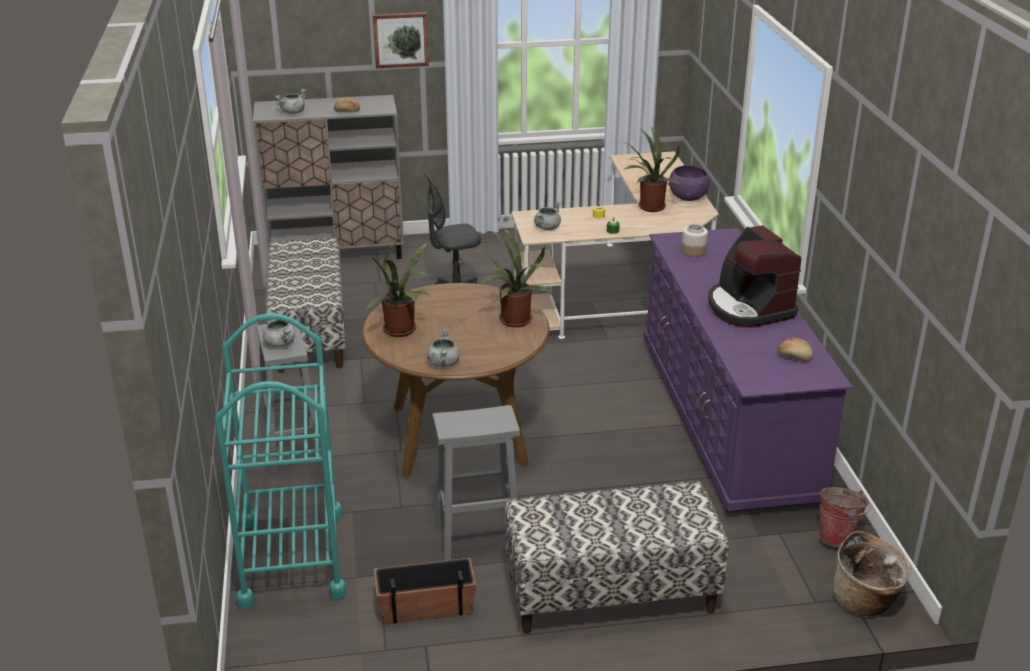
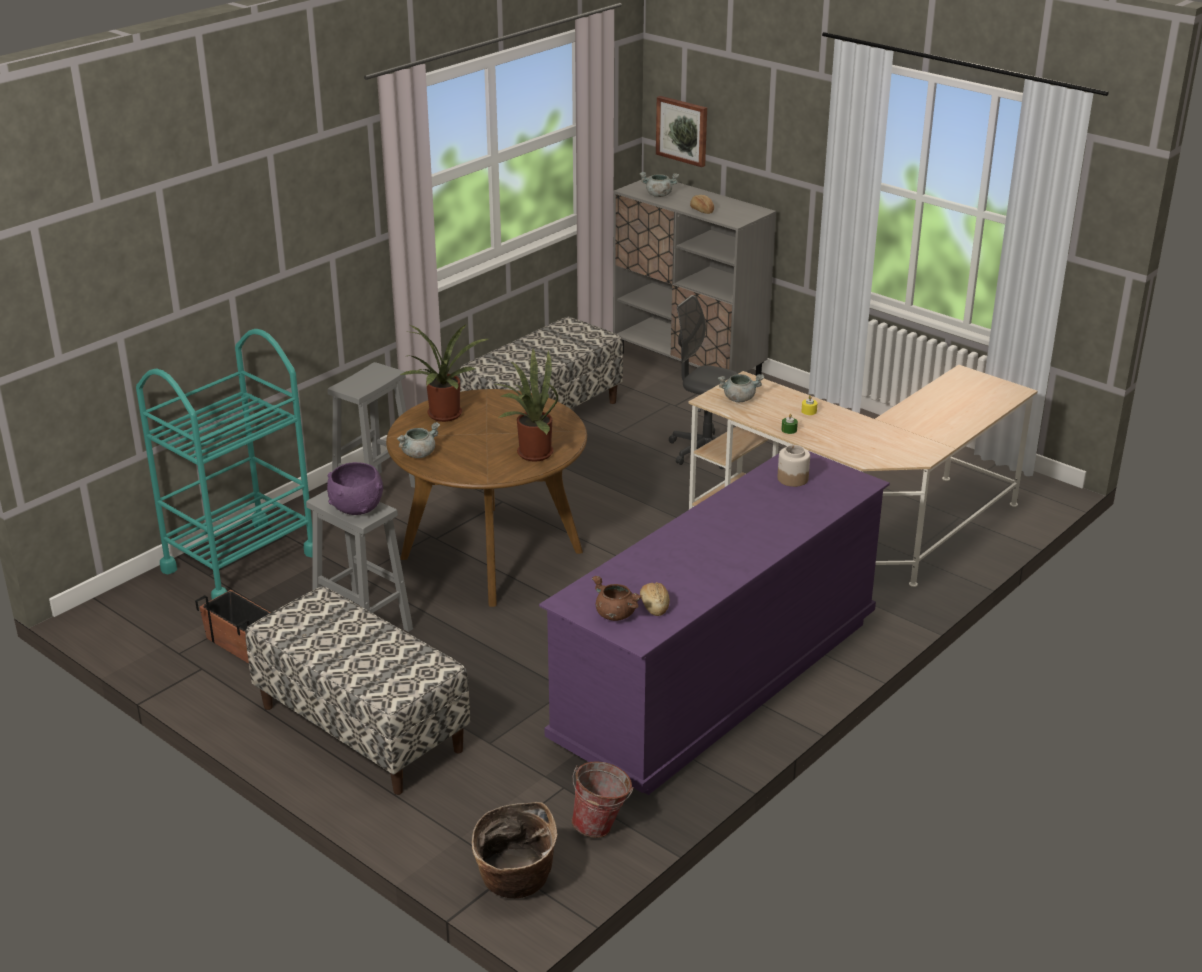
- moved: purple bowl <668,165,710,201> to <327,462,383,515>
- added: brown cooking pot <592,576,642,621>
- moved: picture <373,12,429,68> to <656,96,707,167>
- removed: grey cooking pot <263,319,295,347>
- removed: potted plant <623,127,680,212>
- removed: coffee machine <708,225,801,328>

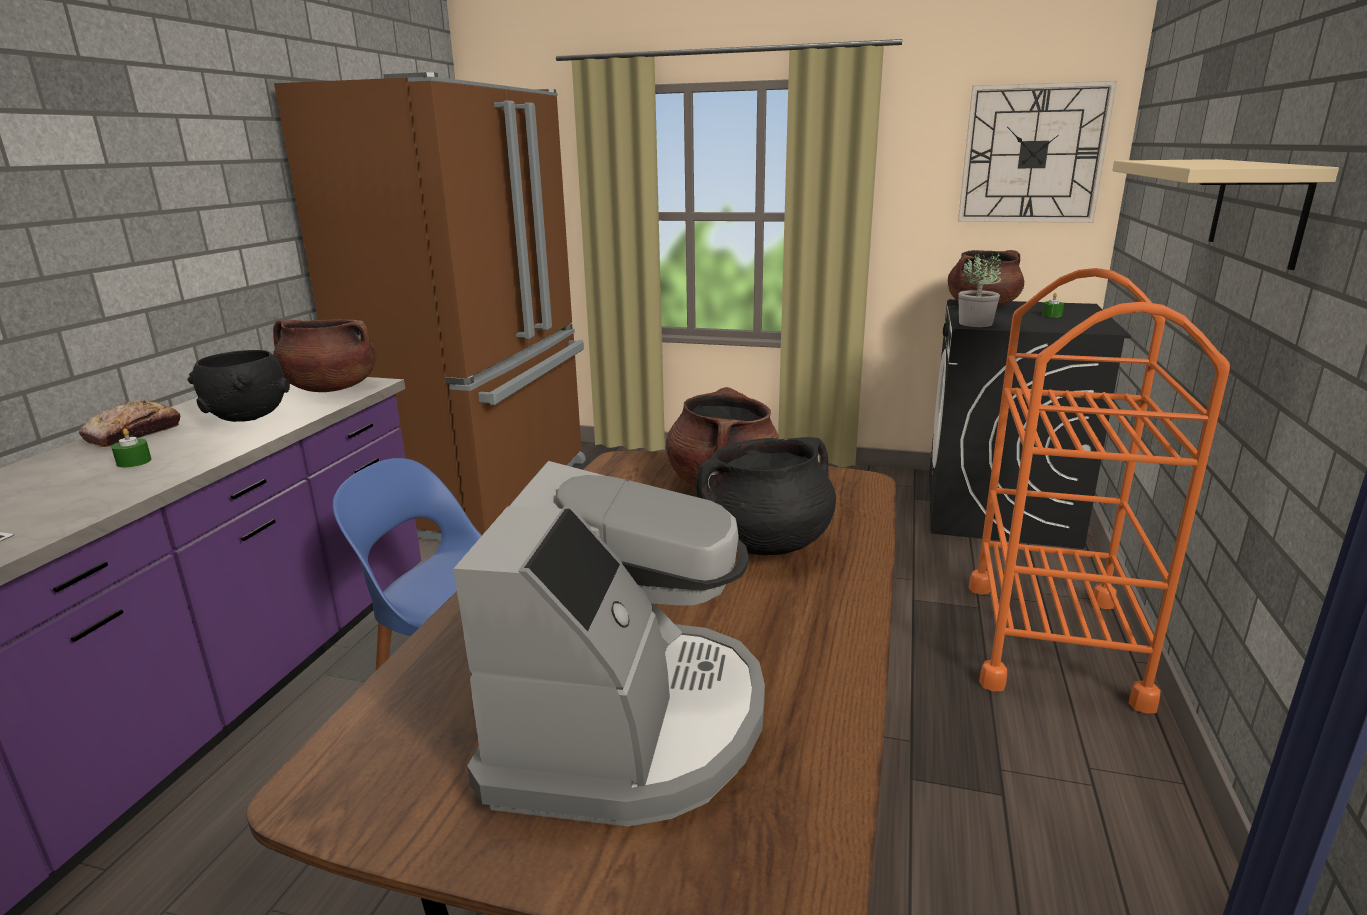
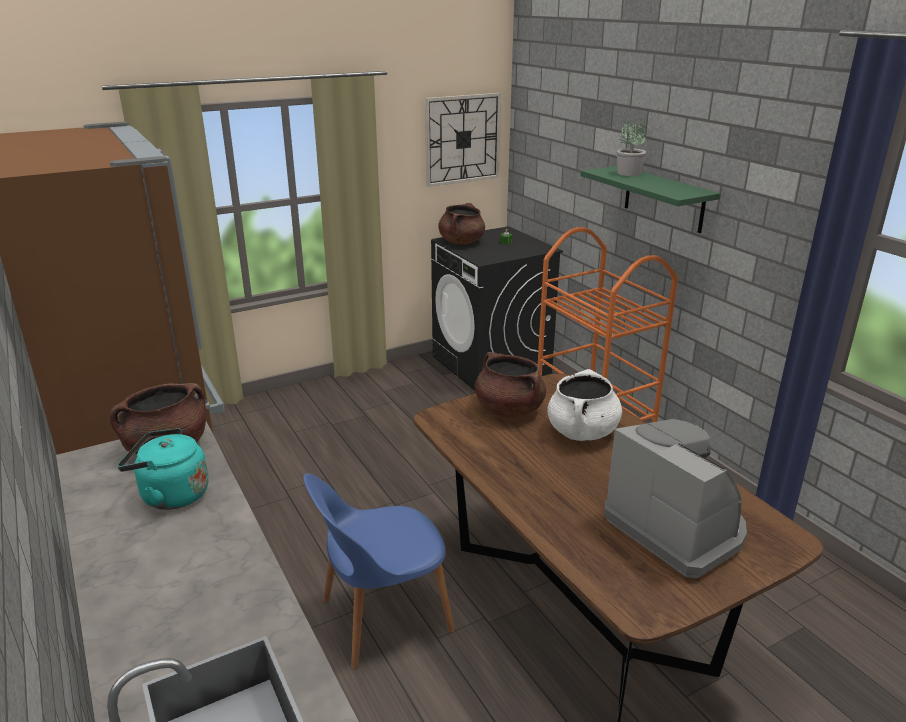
- replaced: black bowl <188,350,290,422> to turquoise kettle <118,428,209,510>
- recoloured: black cooking pot <696,437,836,555> to white cooking pot <547,369,622,441>
- recoloured: beige shelf <1112,159,1339,270> to green shelf <581,166,721,233>
- moved: potted plant <958,253,1001,327> to <617,120,646,176>
- removed: bread <79,400,180,447>
- removed: green candle <111,428,151,468>

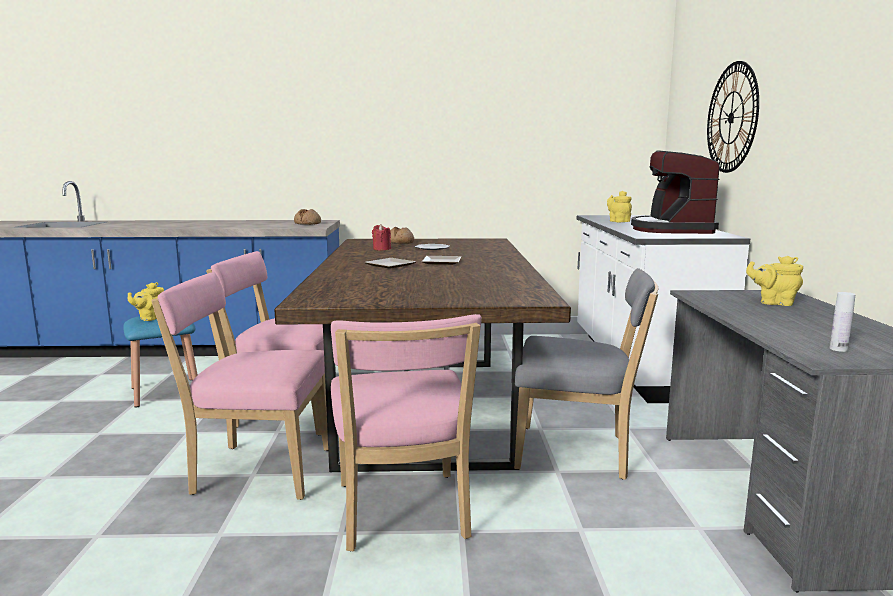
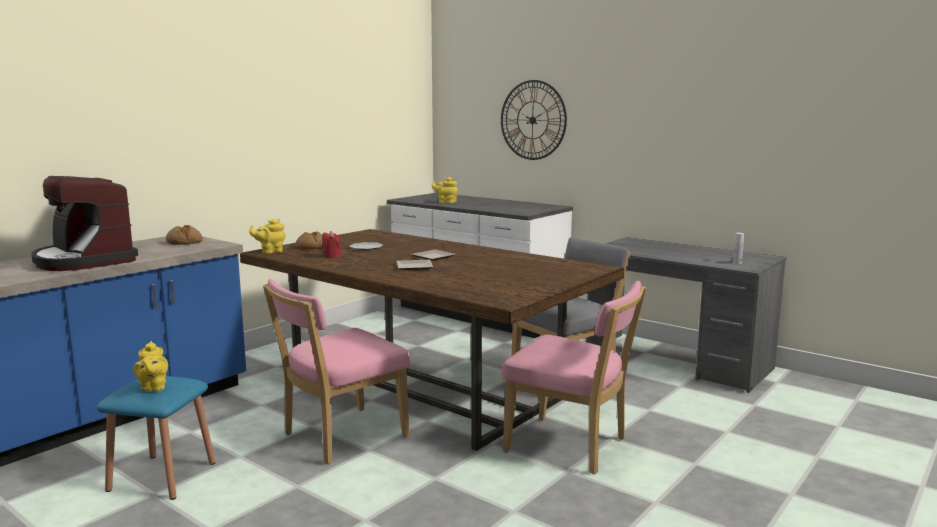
- moved: coffee machine <631,151,720,234> to <31,176,138,271>
- moved: yellow teapot <746,256,803,306> to <249,219,286,254>
- removed: pink chair <151,272,328,500>

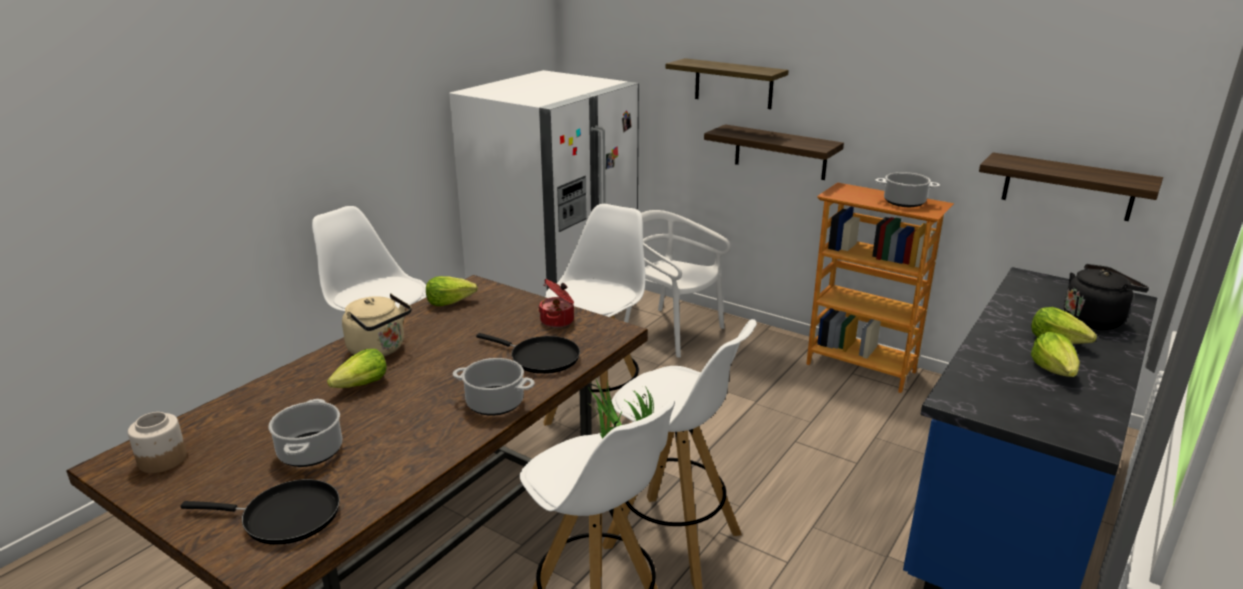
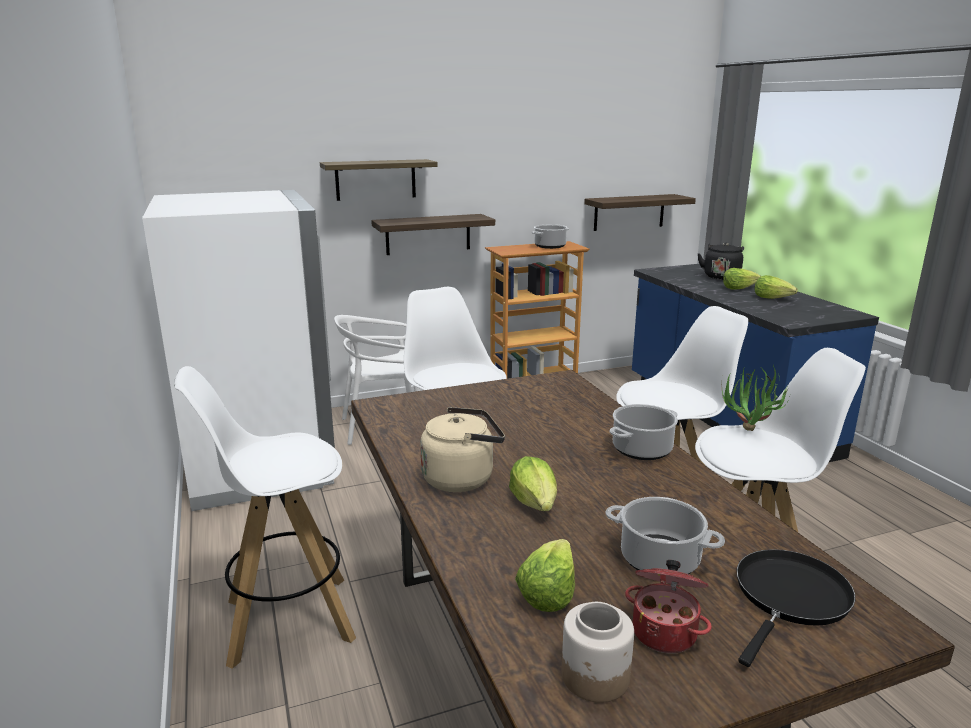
- moved: lettuce <426,276,478,306> to <515,539,575,612>
- moved: cooking pot <538,279,574,328> to <625,560,712,654>
- removed: black frying pan <476,333,580,374>

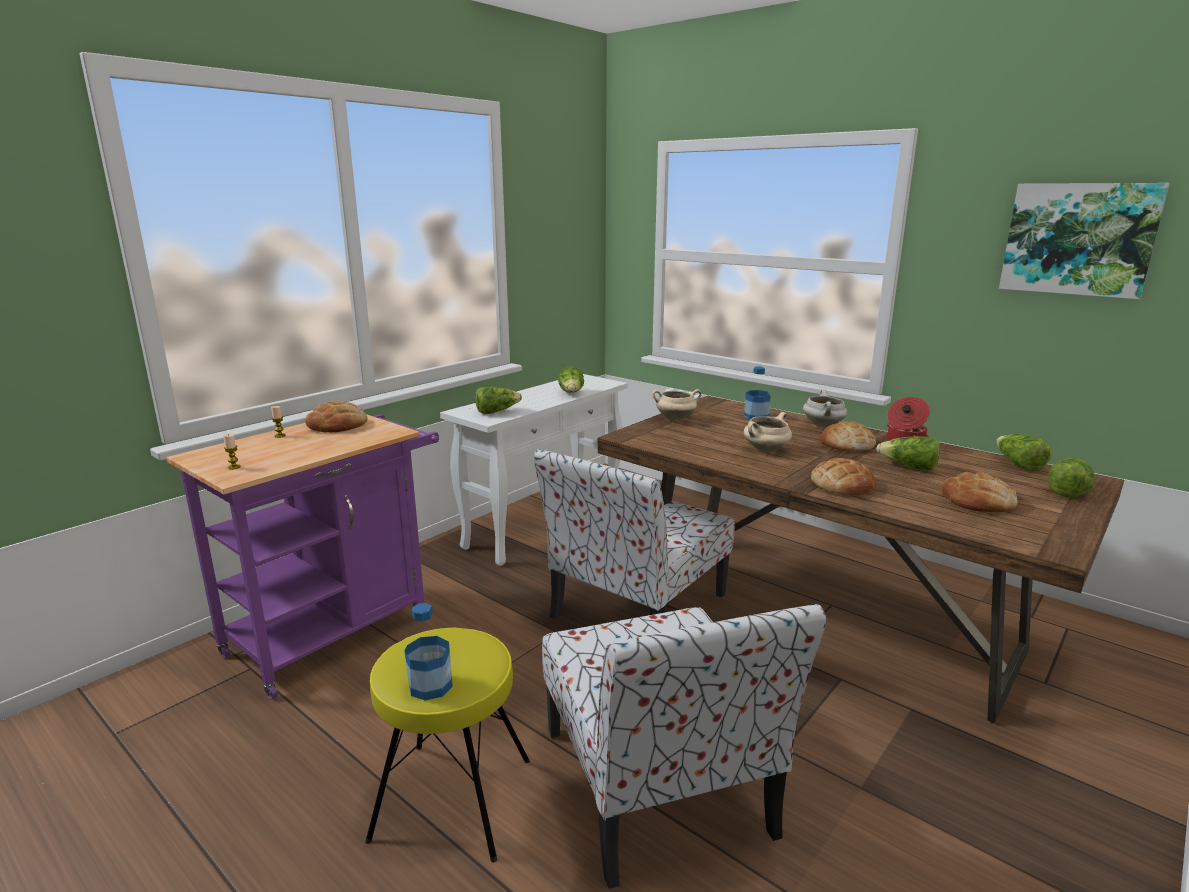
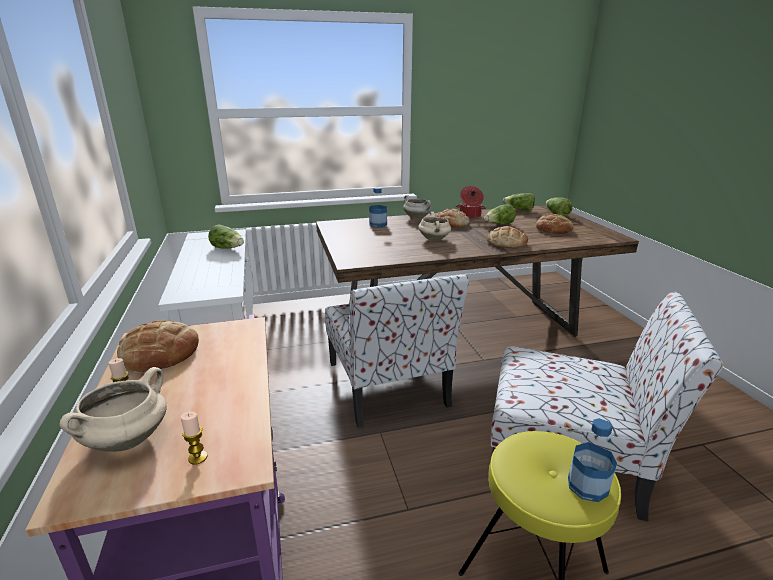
- moved: beige cooking pot <652,389,701,421> to <59,367,167,452>
- removed: lettuce <475,387,522,414>
- removed: picture <999,183,1170,299>

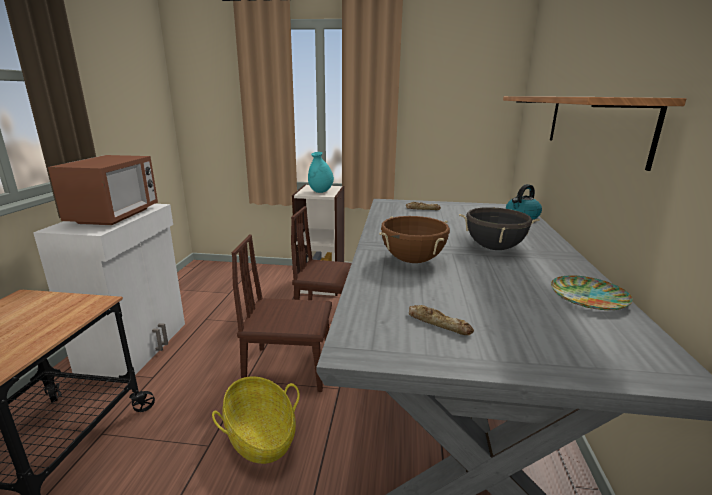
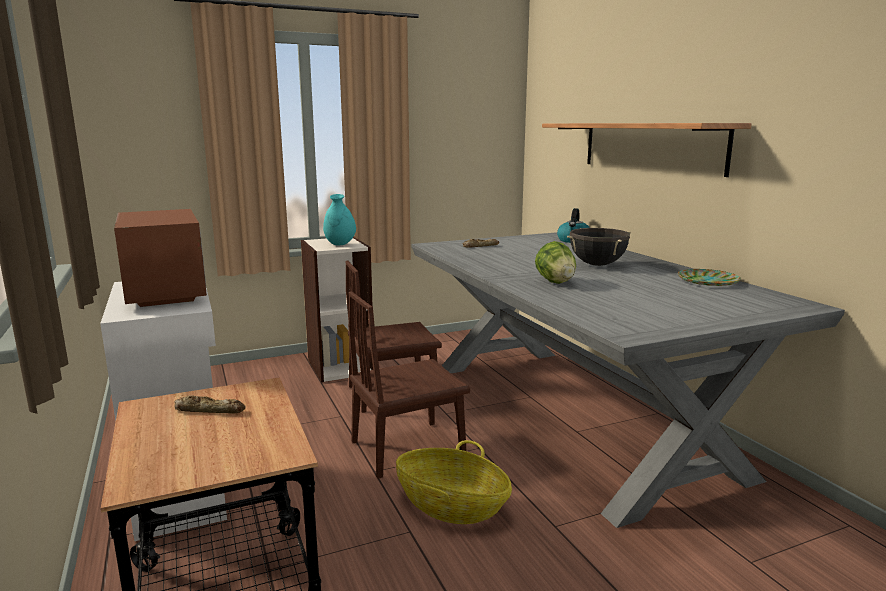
- moved: bread <409,305,474,335> to <174,395,246,414>
- replaced: brown cooking pot <379,216,450,263> to lettuce <535,241,576,284>

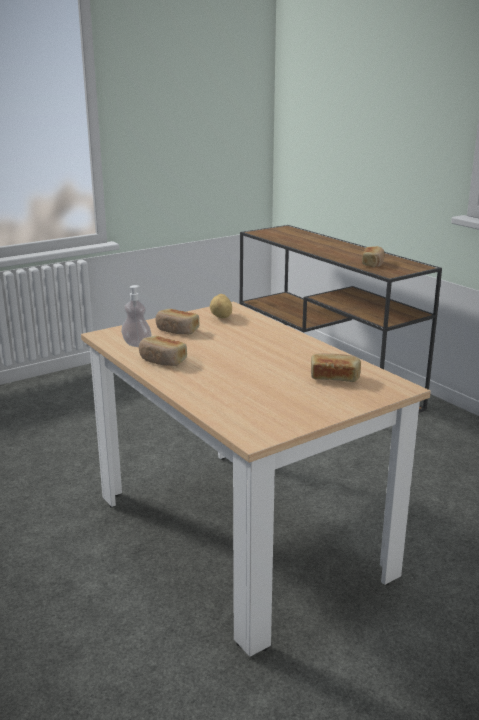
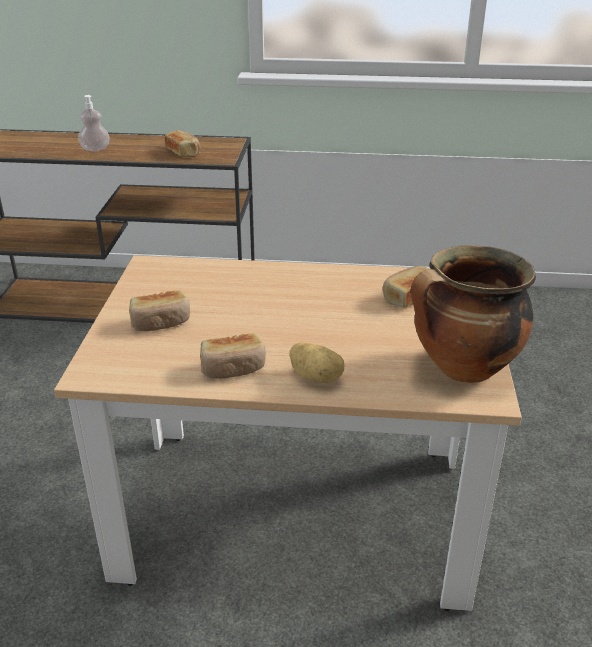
- moved: soap dispenser <121,285,152,347> to <78,95,110,151>
- moved: potato <210,294,232,319> to <289,342,344,383>
- added: cooking pot <411,245,536,383>

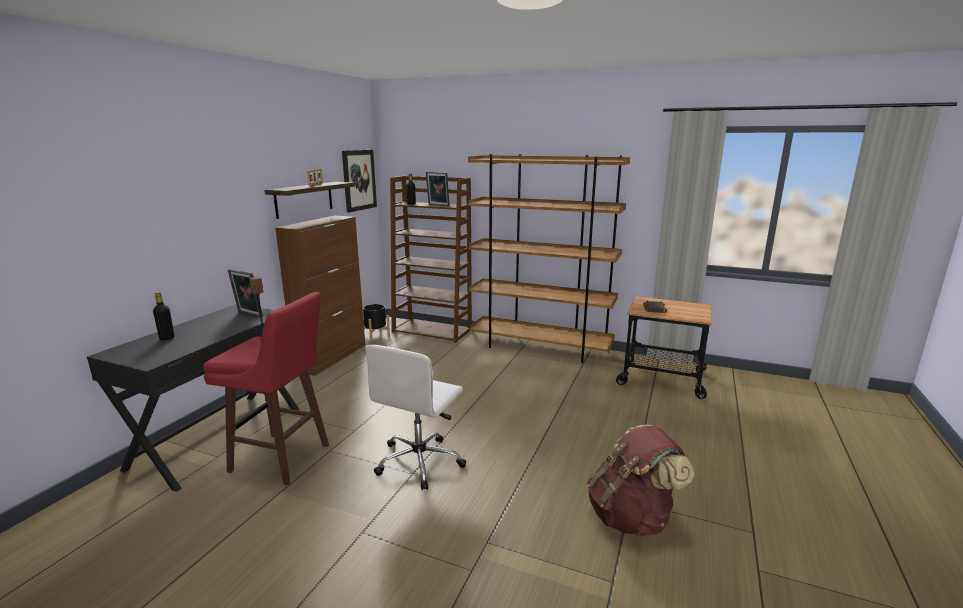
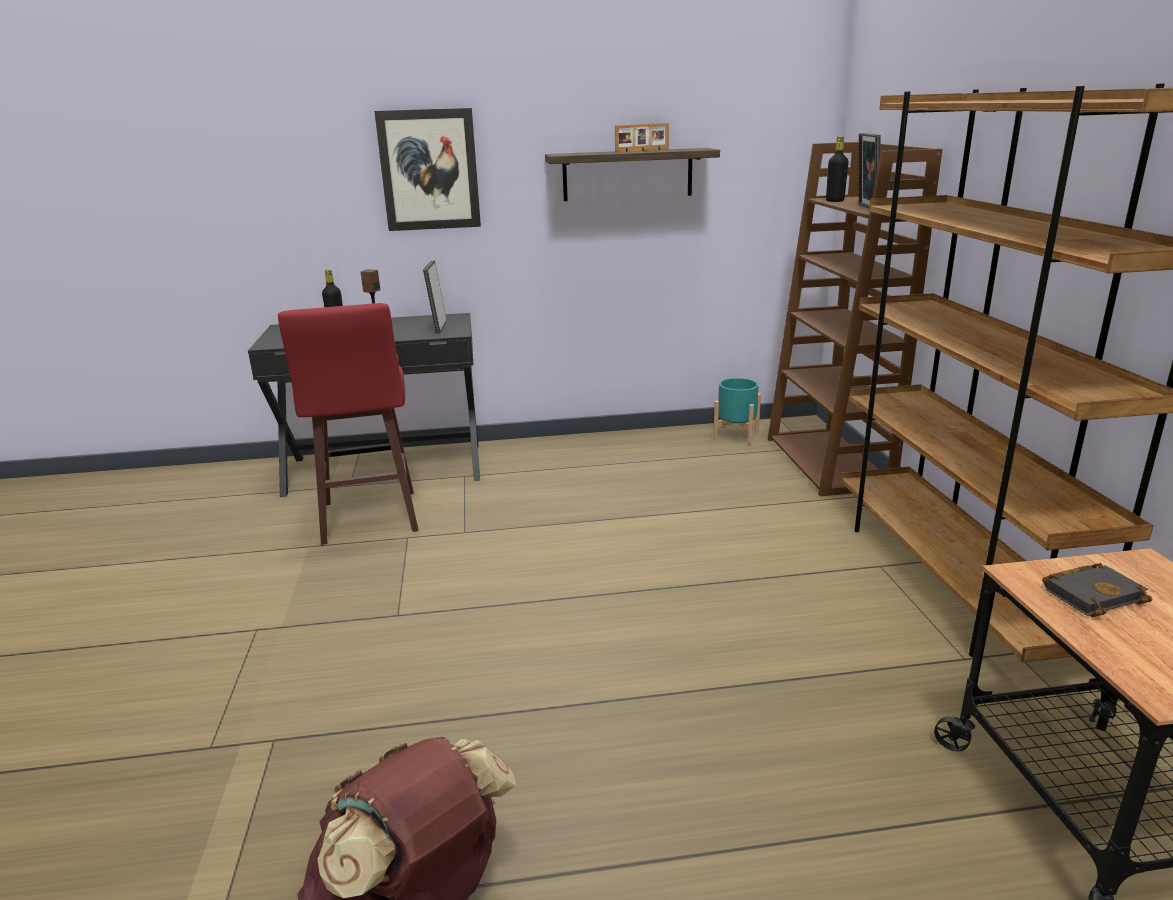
- moved: picture <342,150,377,213> to <374,108,481,231>
- recoloured: black planter <363,304,390,342> to turquoise planter <713,378,761,445>
- removed: brown cabinet <275,215,365,376>
- removed: white office chair <365,345,466,490>

